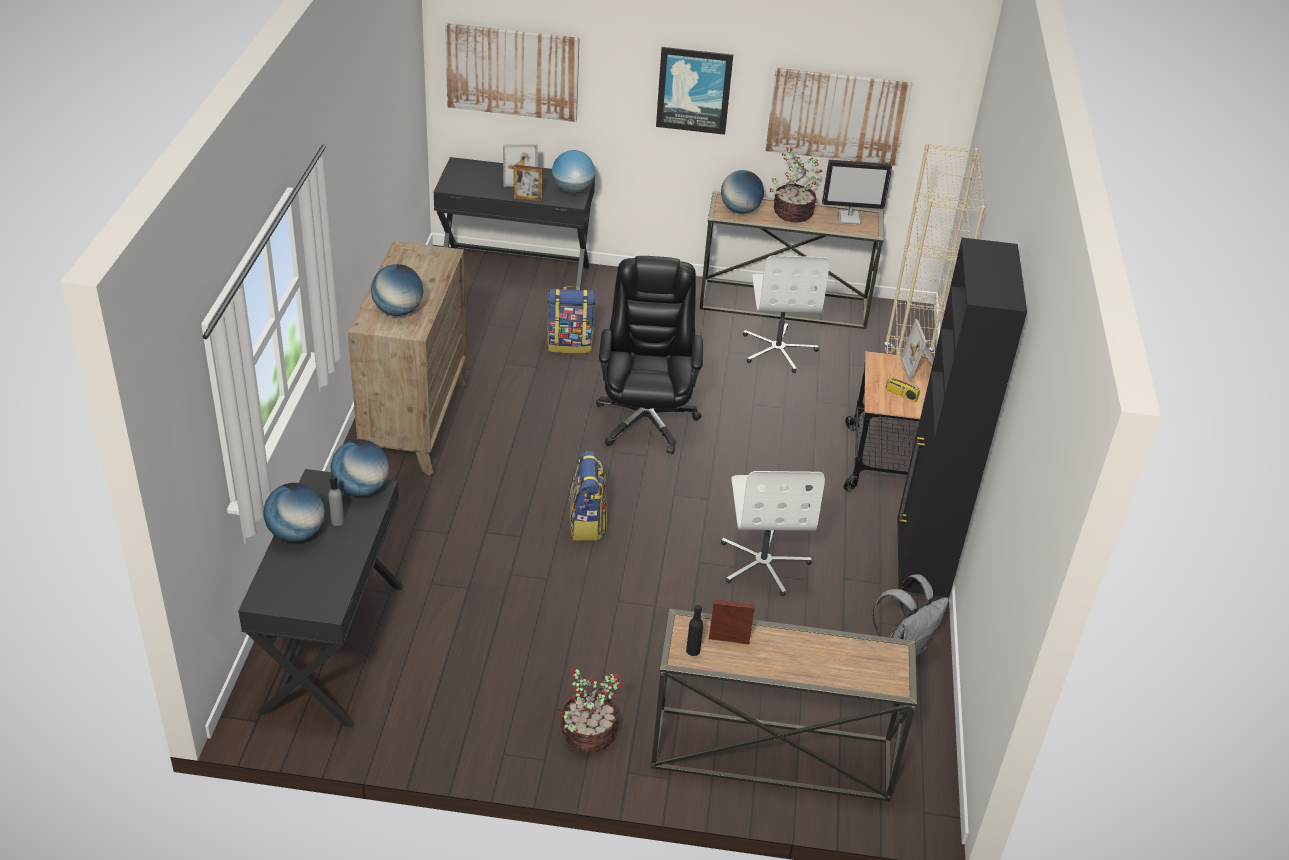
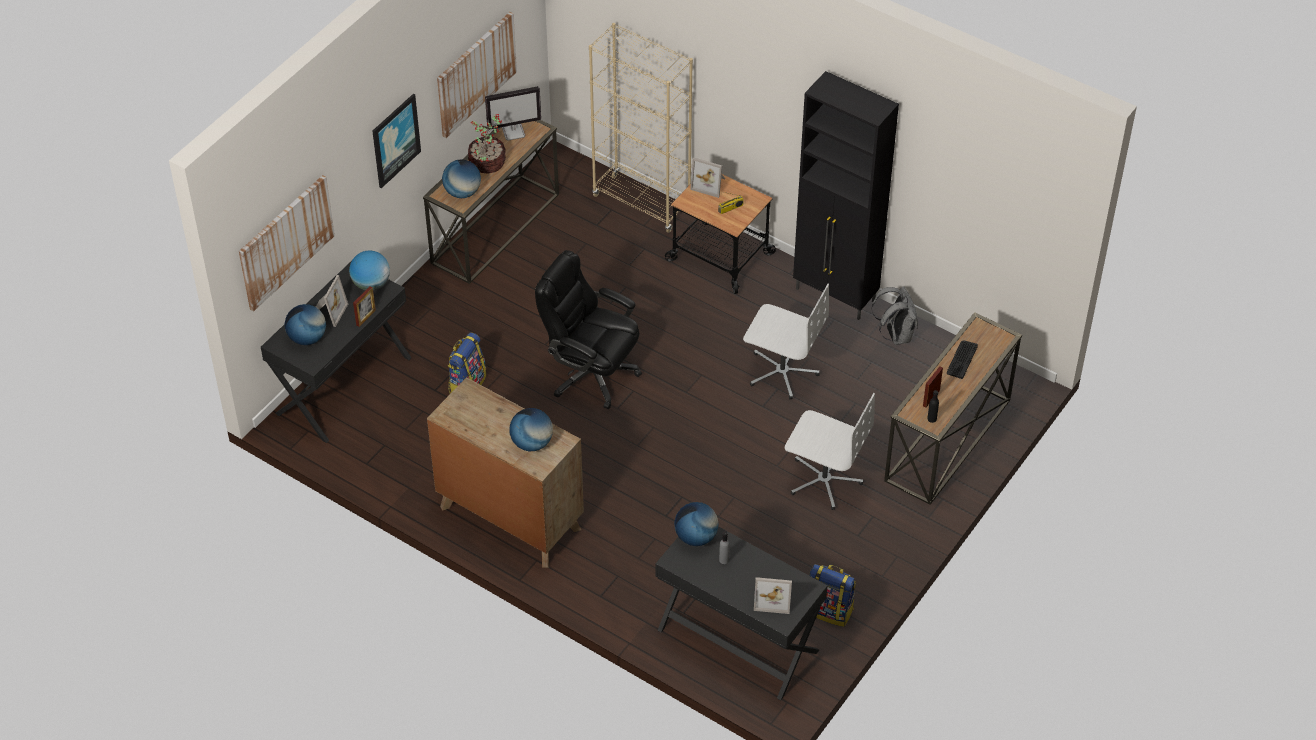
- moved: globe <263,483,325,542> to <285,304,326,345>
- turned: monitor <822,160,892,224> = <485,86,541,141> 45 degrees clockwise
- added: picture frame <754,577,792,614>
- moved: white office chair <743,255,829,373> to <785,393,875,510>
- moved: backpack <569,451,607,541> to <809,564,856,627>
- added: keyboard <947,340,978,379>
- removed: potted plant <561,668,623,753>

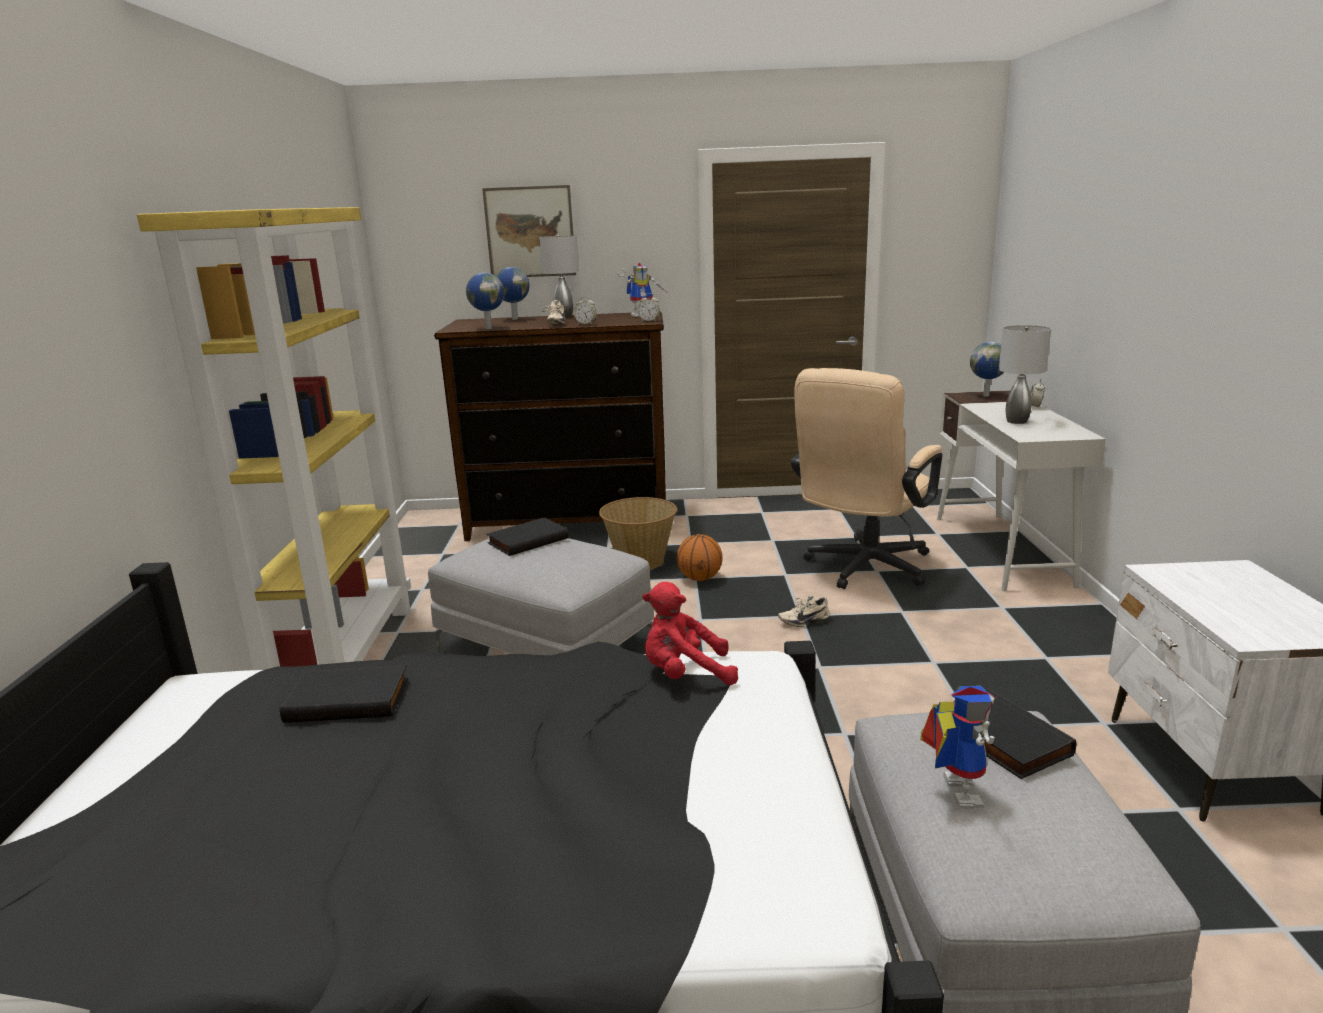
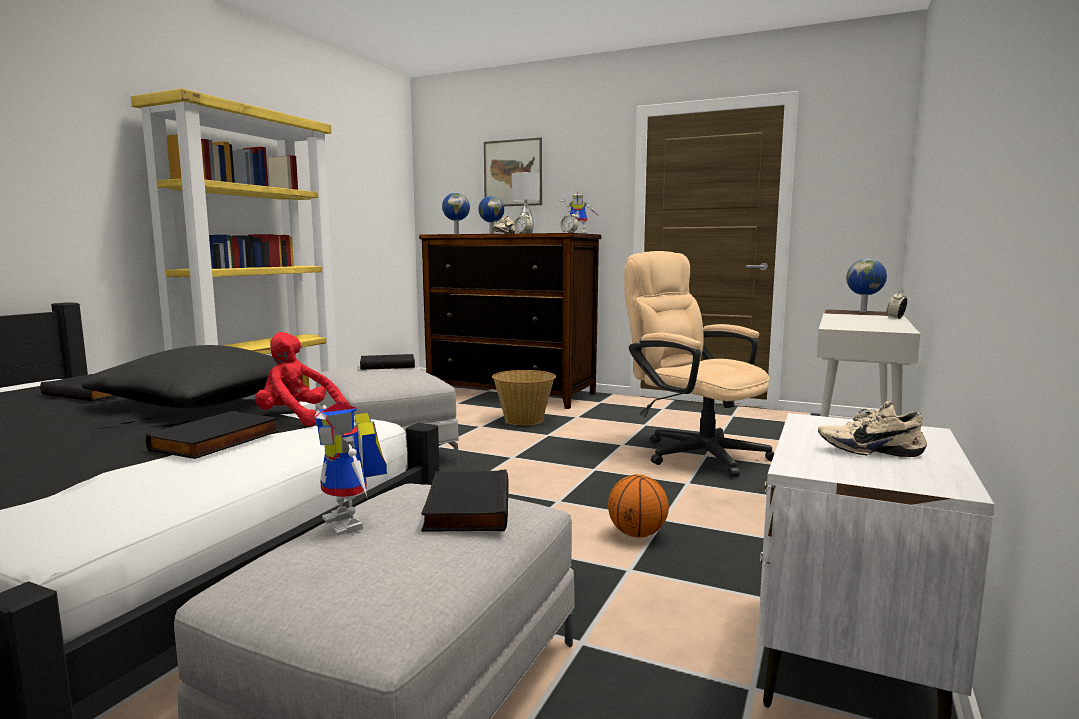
- added: black pillow <81,345,278,408>
- added: black book <146,411,279,459>
- turned: toy robot <920,686,995,809> = <314,402,387,536> 120 degrees clockwise
- moved: basketball <677,534,723,581> to <608,474,669,538>
- turned: beige office chair <791,368,942,589> = <624,251,774,478> 75 degrees clockwise
- moved: beige shoe <778,595,830,627> to <818,401,927,457>
- removed: grey table lamp <999,325,1051,424>

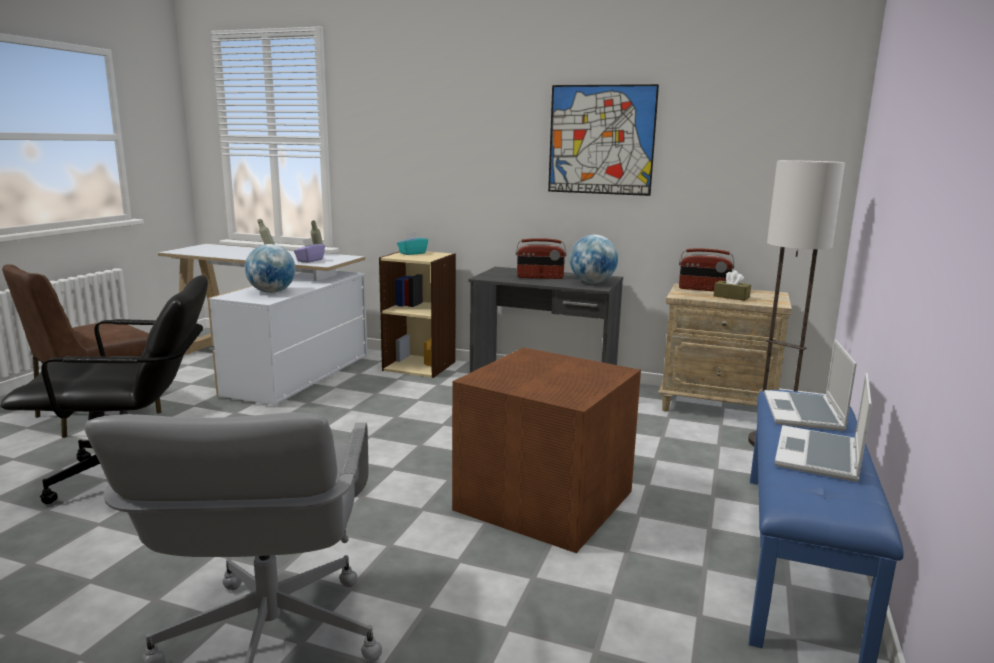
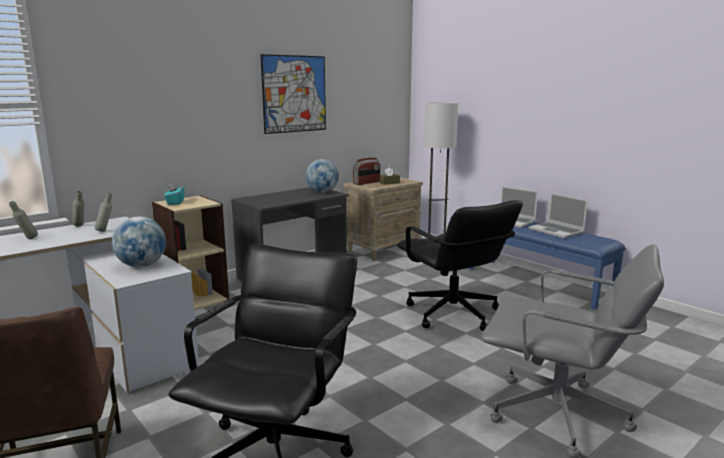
- replaced: purple tissue box <294,238,325,263> to grey bottle <95,193,112,232>
- replaced: brown storage box <452,347,641,553> to black office chair <397,200,523,331>
- removed: radio <516,238,567,279>

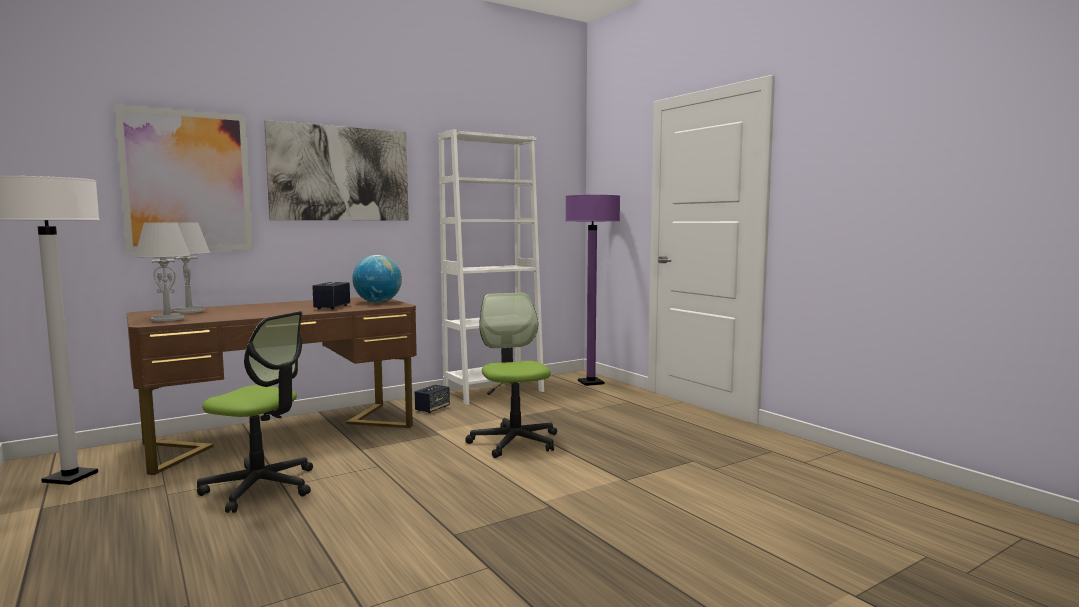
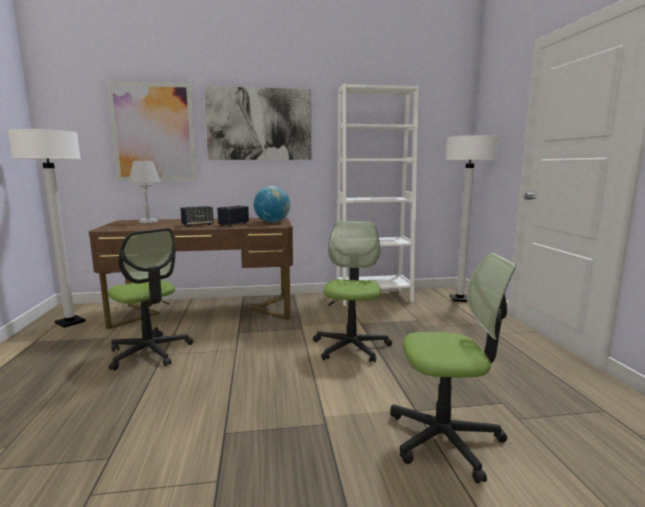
- moved: speaker <415,385,450,413> to <180,206,214,227>
- added: office chair <390,253,516,484>
- recoloured: purple floor lamp <565,195,620,386> to white floor lamp <445,135,498,302>
- removed: grey table lamp <135,222,190,321>

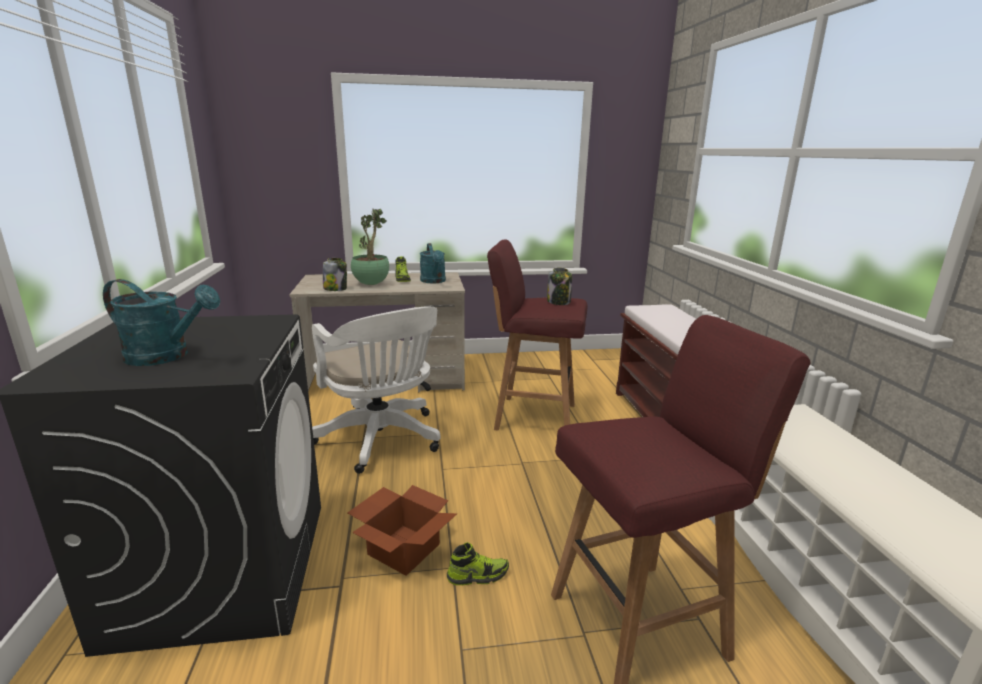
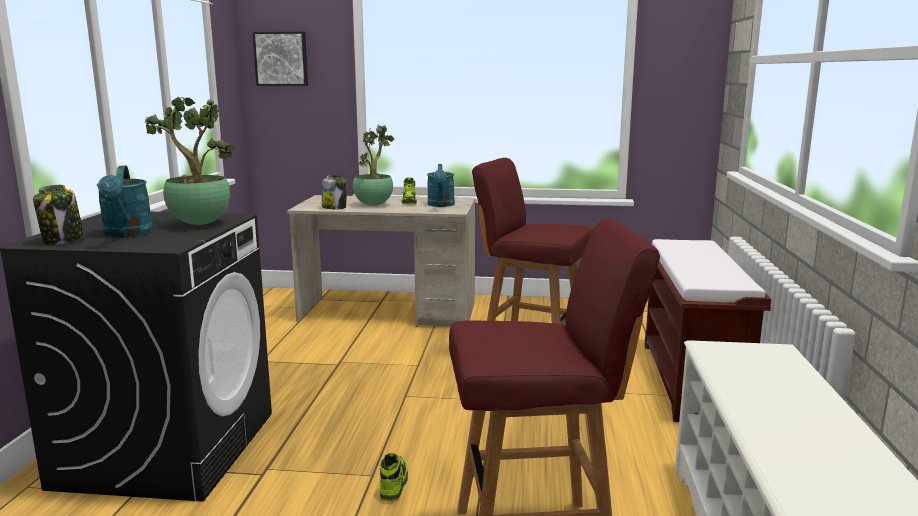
- moved: jar <547,268,572,305> to <33,185,84,245>
- turned: turquoise watering can <103,279,220,366> = <96,166,154,238> 45 degrees clockwise
- added: potted plant <145,96,235,225>
- added: picture <253,32,308,86>
- turned: shoe <447,542,509,585> = <380,452,408,502> 90 degrees counterclockwise
- removed: white office chair <312,307,441,474>
- removed: cardboard box <347,485,457,576>

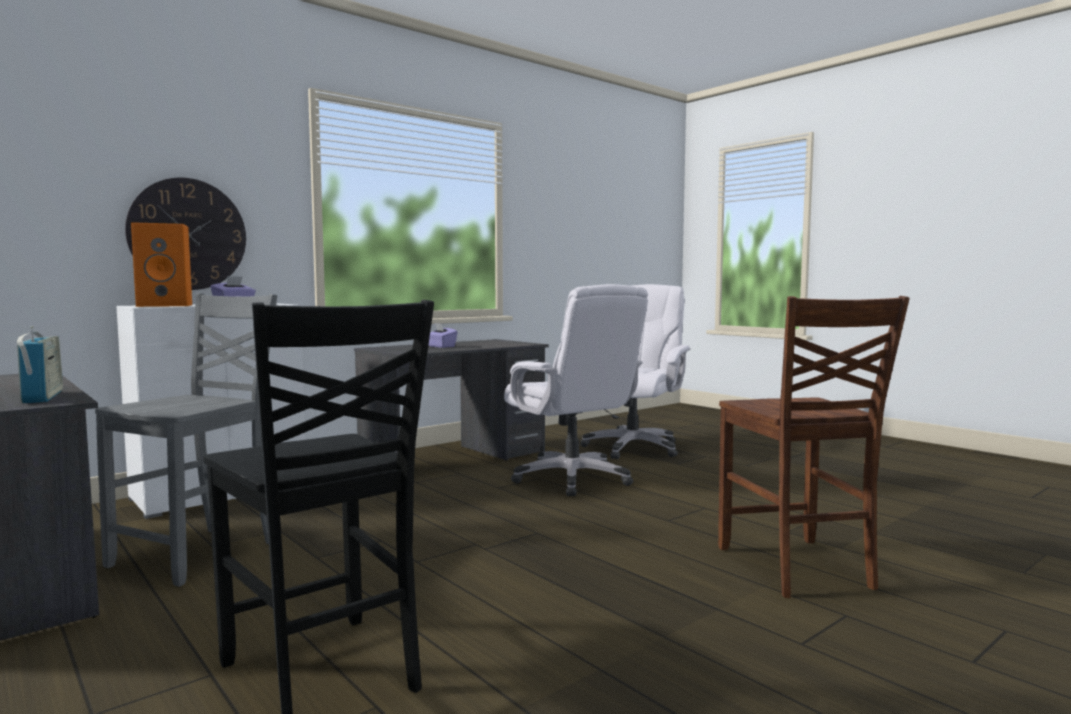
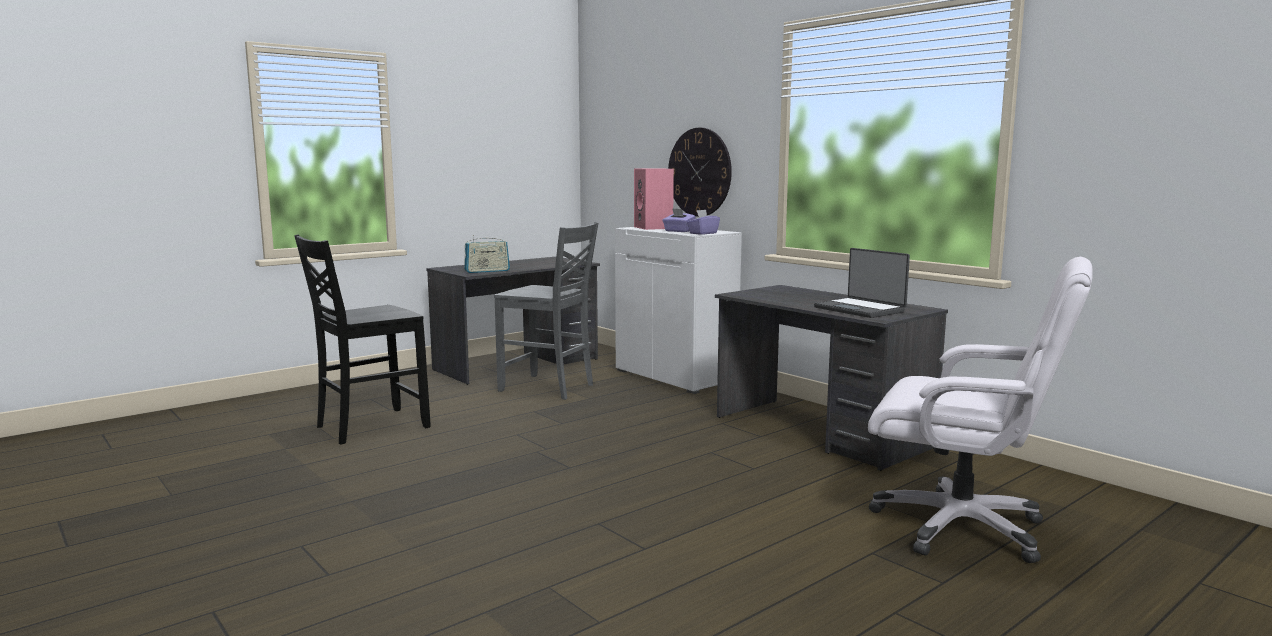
- recoloured: orange speaker <131,222,192,307> to pink speaker <634,169,674,230>
- moved: purple tissue box <429,323,458,348> to <687,210,720,235>
- added: laptop <814,248,910,318>
- removed: white office chair <504,284,648,496>
- removed: brown chair <718,296,910,598>

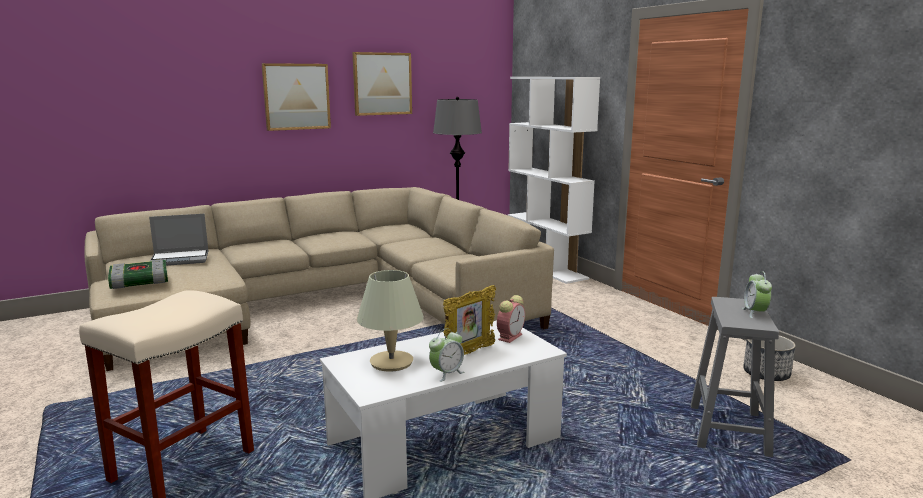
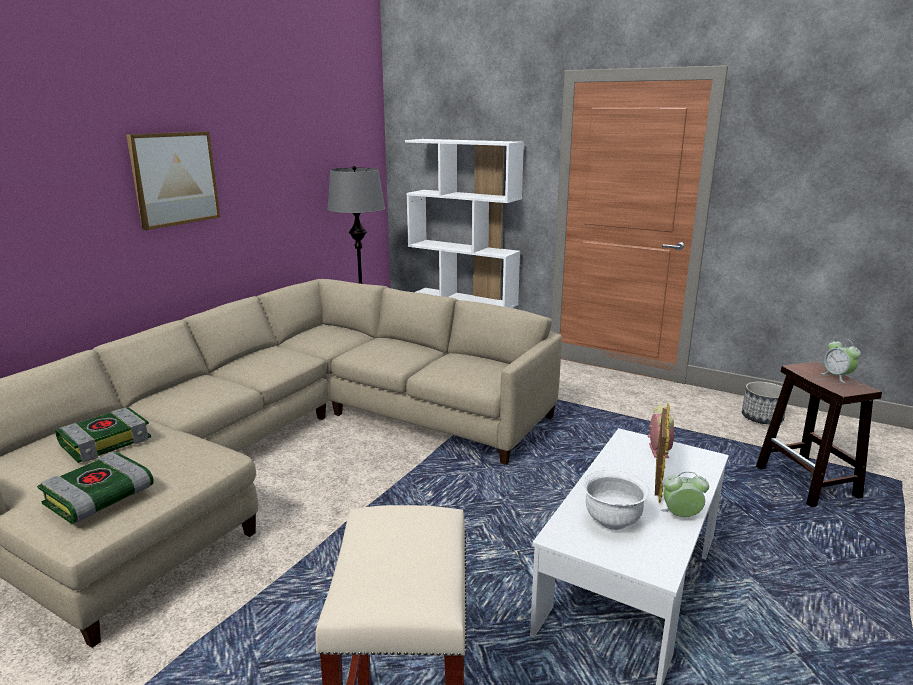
- replaced: laptop <149,214,208,266> to book <55,407,151,463>
- replaced: beige table lamp <357,270,424,371> to white bowl <582,470,650,530>
- turned: alarm clock <429,328,464,382> = <661,472,709,517> 105 degrees counterclockwise
- recoloured: grey stool <690,297,779,457> to brown stool <756,362,882,507>
- removed: picture <352,52,412,116>

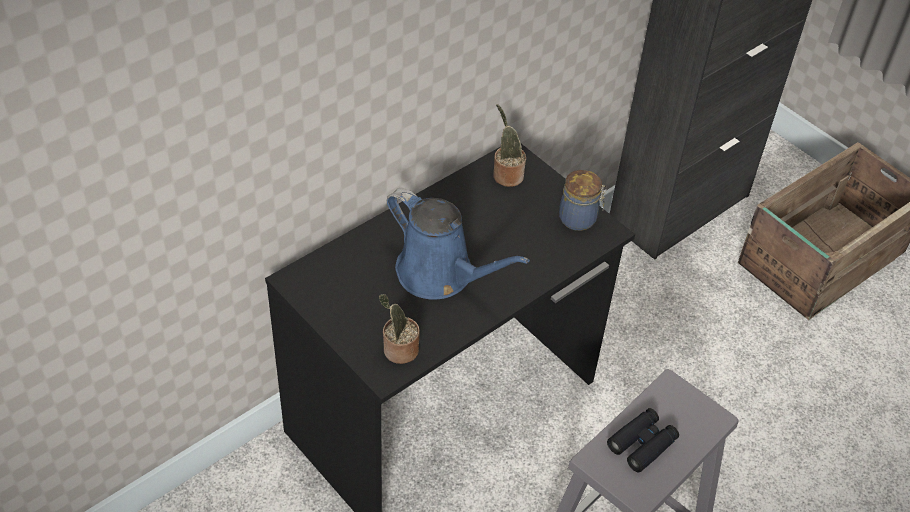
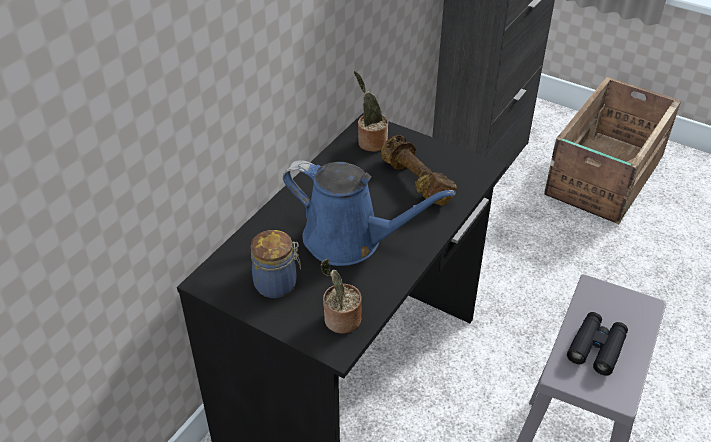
- moved: jar <559,170,607,231> to <251,230,301,298>
- added: brown dumbbell <381,135,457,205>

